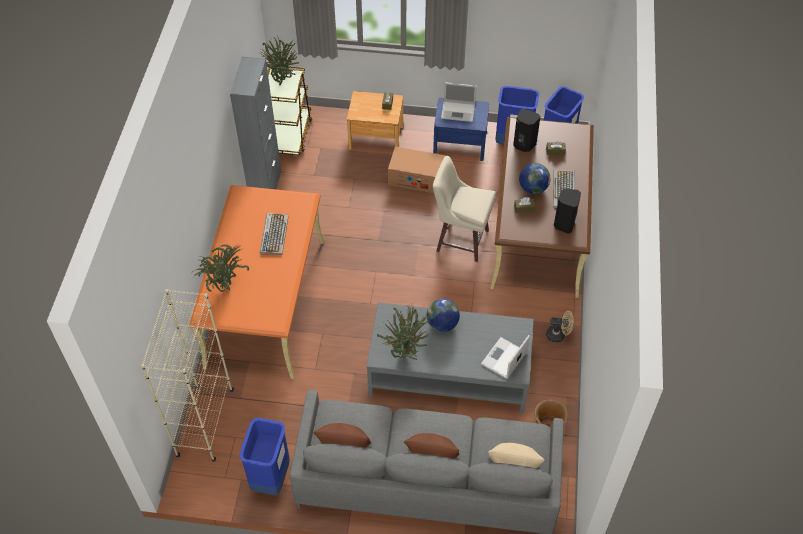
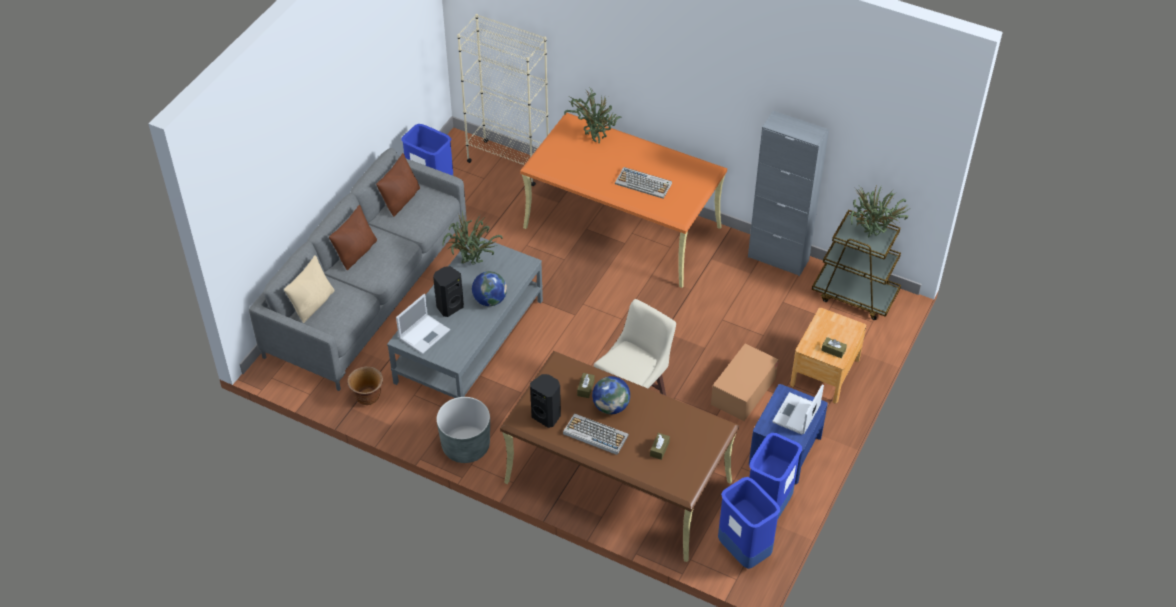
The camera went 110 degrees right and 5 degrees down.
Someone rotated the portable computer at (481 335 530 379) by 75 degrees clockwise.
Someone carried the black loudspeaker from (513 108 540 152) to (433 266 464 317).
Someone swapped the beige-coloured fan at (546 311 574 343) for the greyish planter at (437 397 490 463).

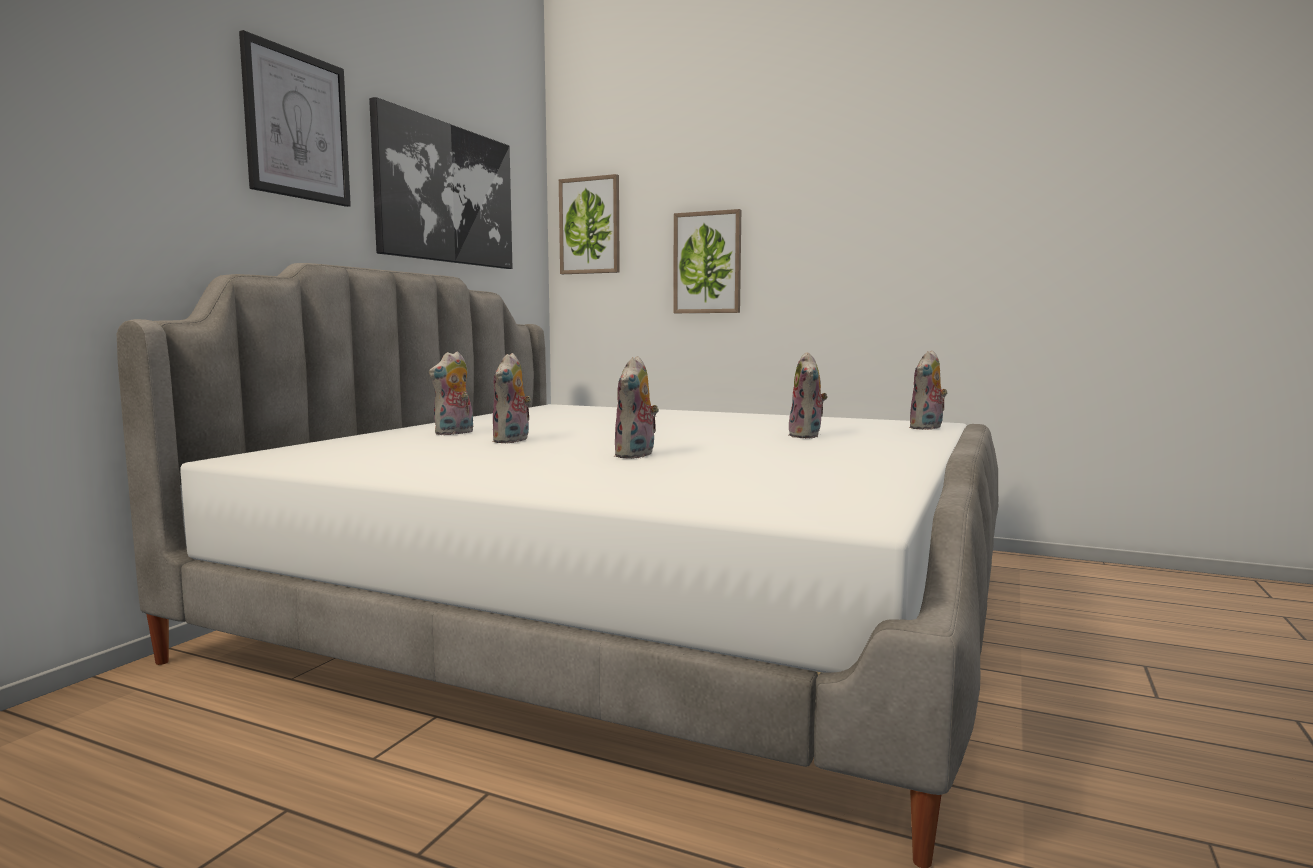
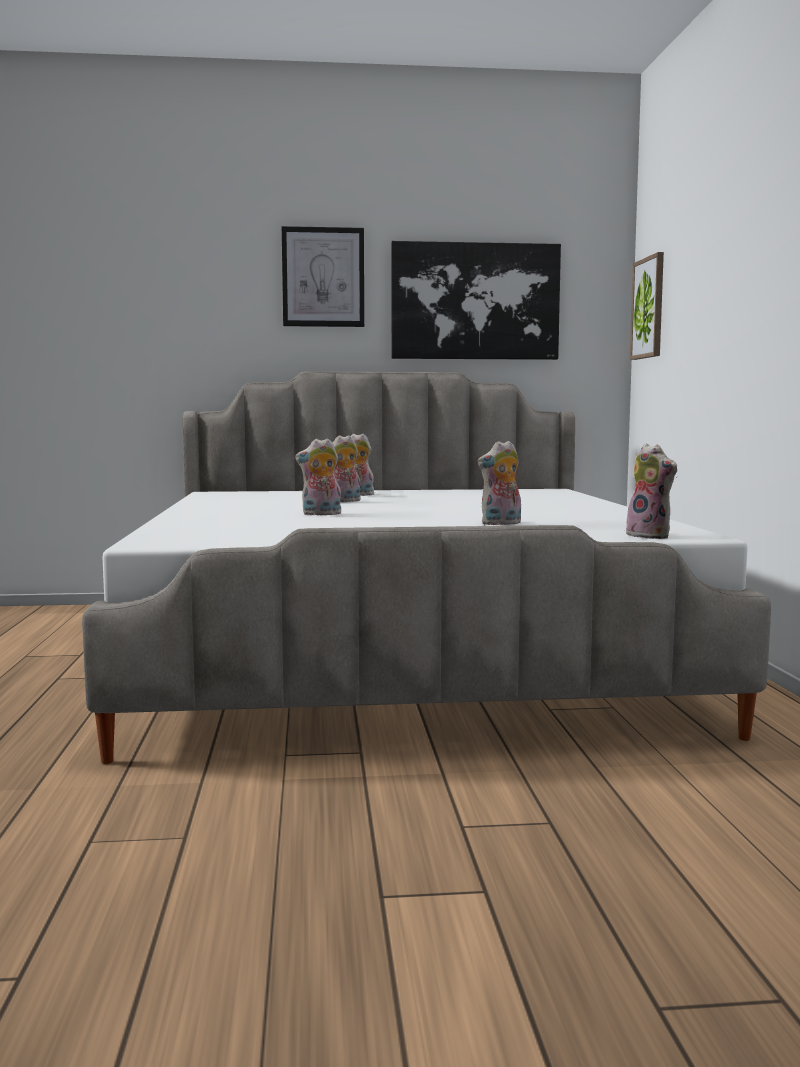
The camera went 60 degrees right and 0 degrees up.
Someone rotated the soft toy at (909 350 948 430) by 135 degrees counterclockwise.
Someone took away the wall art at (673 209 741 313).

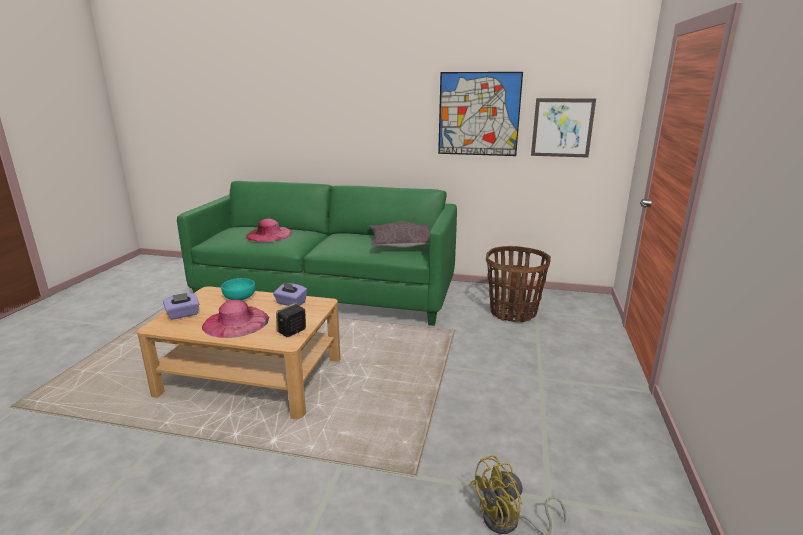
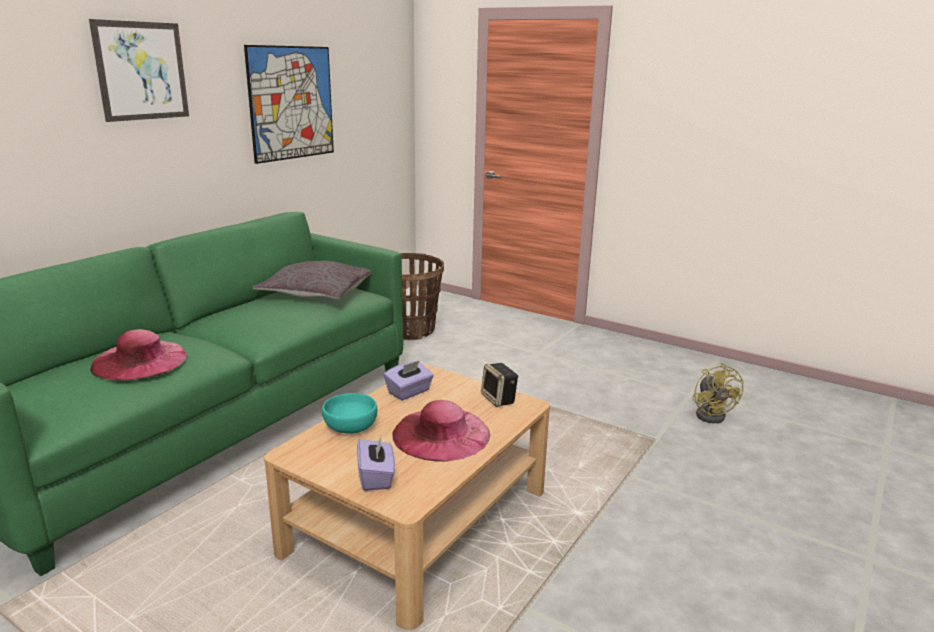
The camera went 70 degrees left and 0 degrees up.
Someone carried the wall art from (531 98 596 158) to (89 19 189 122).

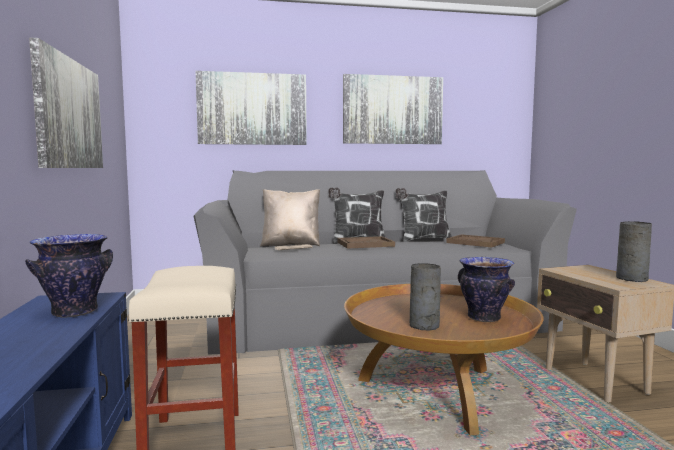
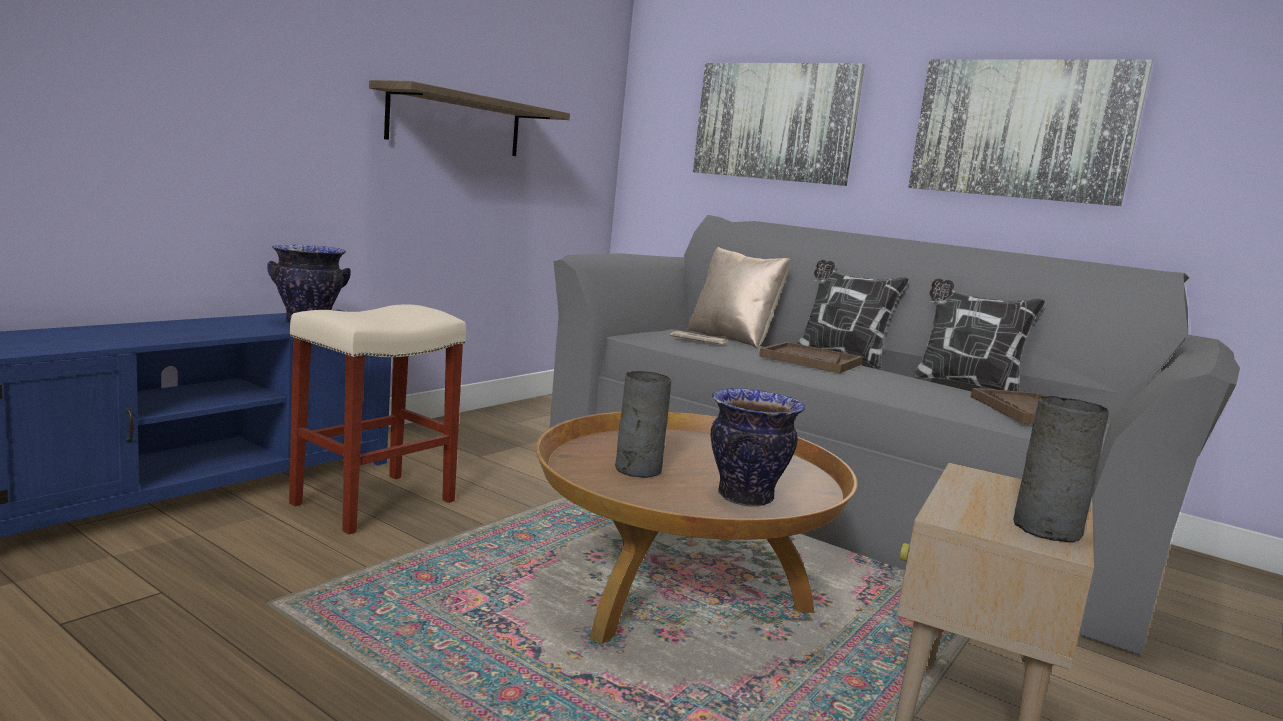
The camera went 45 degrees right and 5 degrees up.
Someone swapped the wall art at (29 37 103 168) for the bracket shelf at (369 80 570 156).

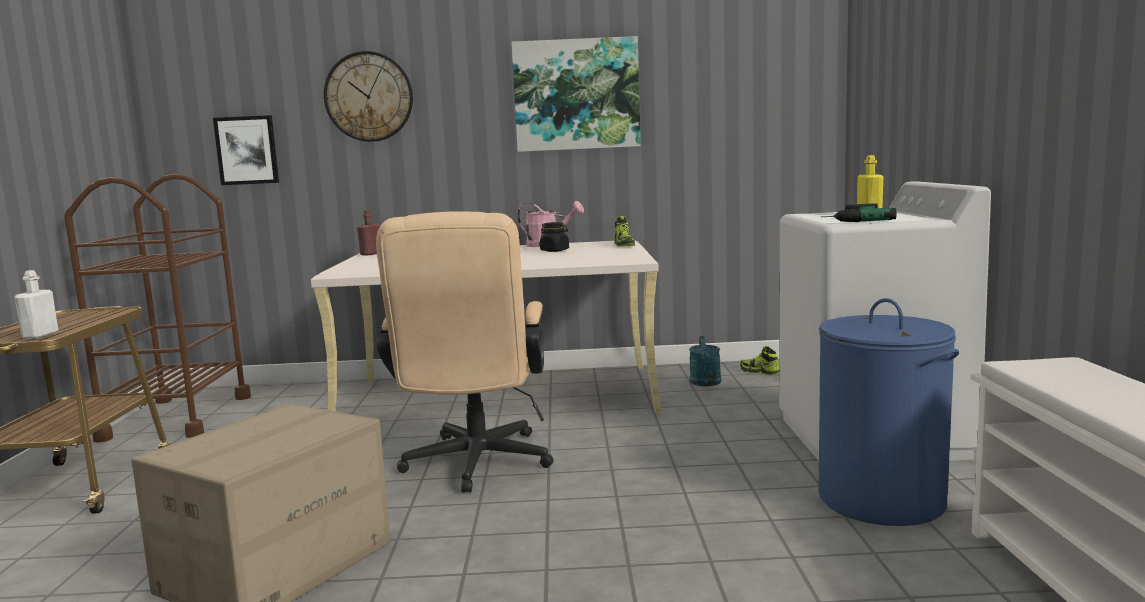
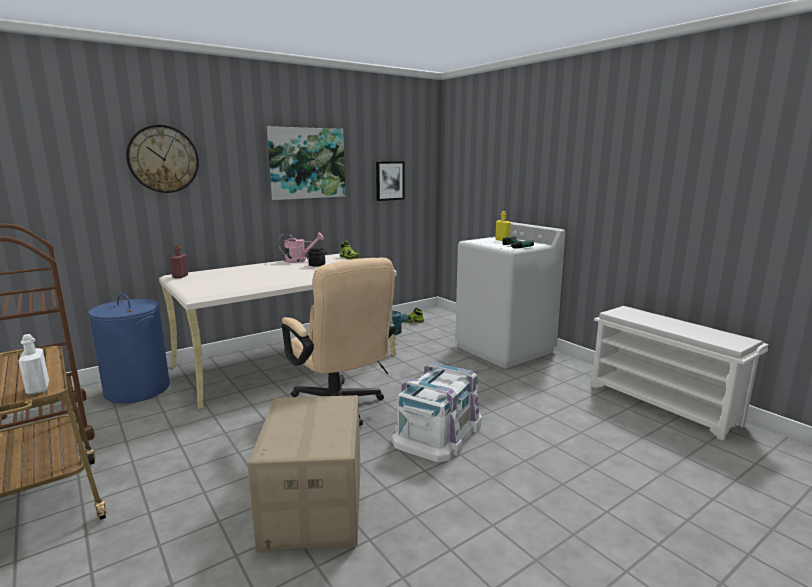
The camera went 35 degrees left and 5 degrees up.
Someone carried the blue laundry basket from (818 298 959 526) to (88 293 170 403).
Someone carried the wall art from (213 115 279 185) to (376 161 405 201).
Someone put down the whitish storage container at (392 362 482 462).

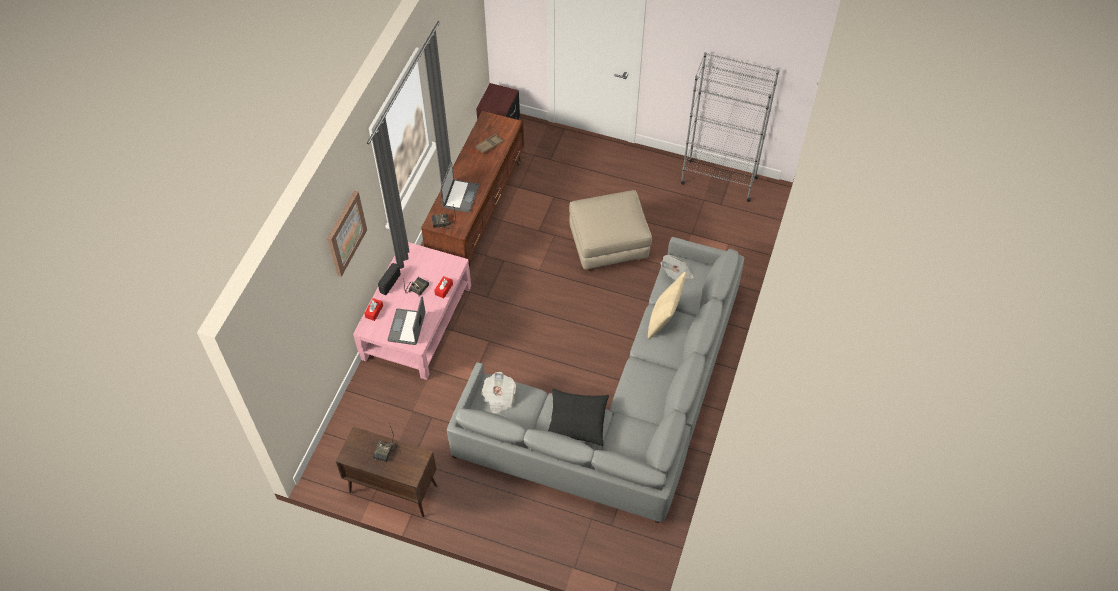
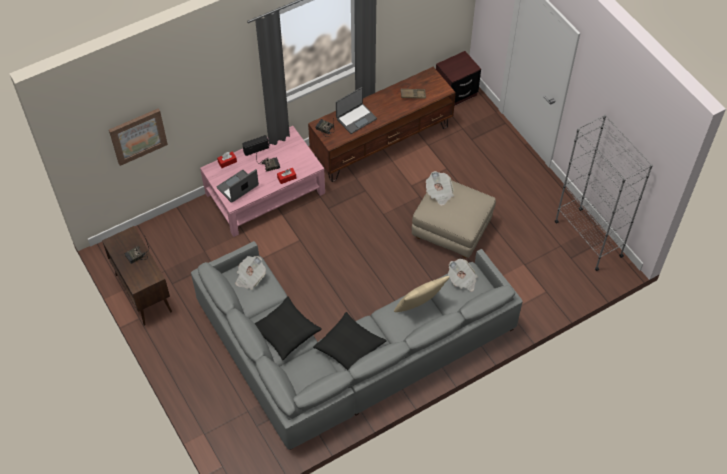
The camera went 40 degrees right and 0 degrees up.
Someone carried the wall art from (327 191 367 277) to (109 108 168 166).
Someone put down the black pillow at (313 312 387 370).
Someone put down the newspaper at (426 171 454 206).

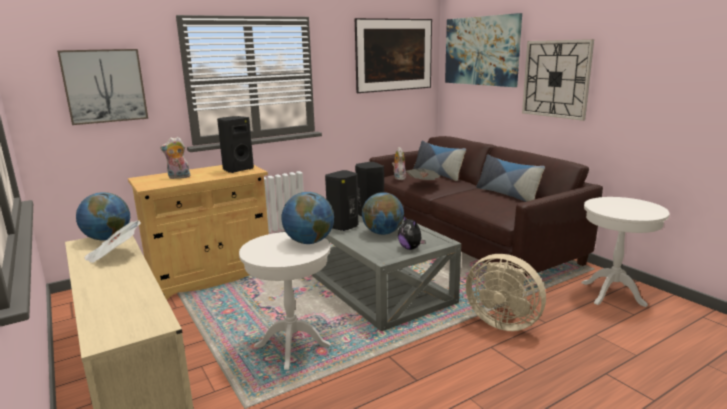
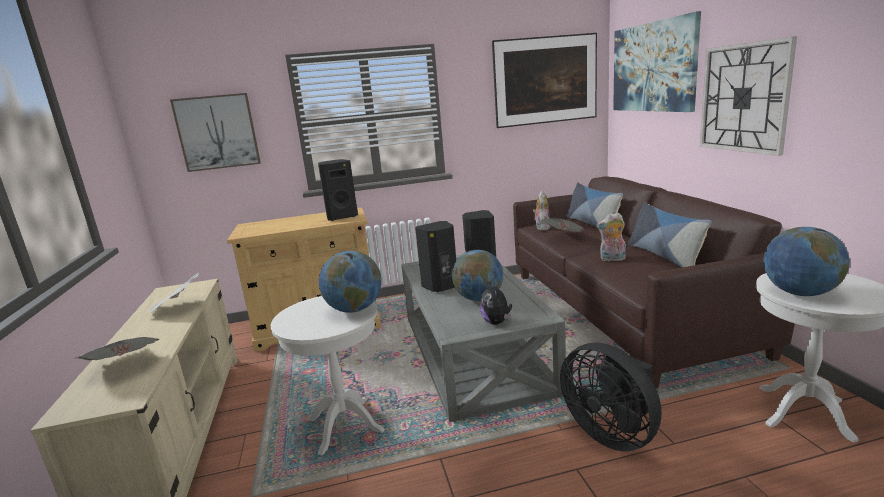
The camera went 20 degrees right and 0 degrees up.
Someone put down the newspaper at (76 337 159 360).
Someone repainted the beige-coloured fan at (466 254 546 331), which became the black fan at (560 342 662 452).
Someone carried the soft toy from (160 137 190 179) to (596 213 626 261).
Someone carried the desk globe from (76 192 130 241) to (764 227 850 296).

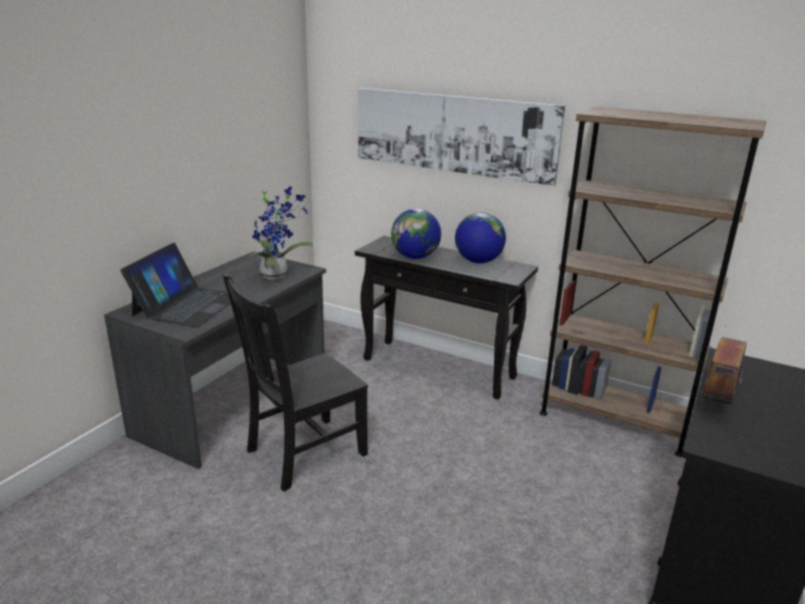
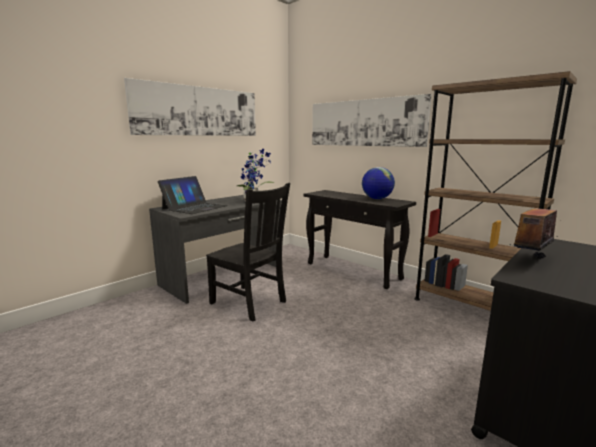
The camera went 15 degrees right and 10 degrees down.
Someone put up the wall art at (124 78 256 136).
Someone rotated the black chair at (222 274 368 492) by 120 degrees counterclockwise.
Someone took away the desk globe at (391 209 441 259).

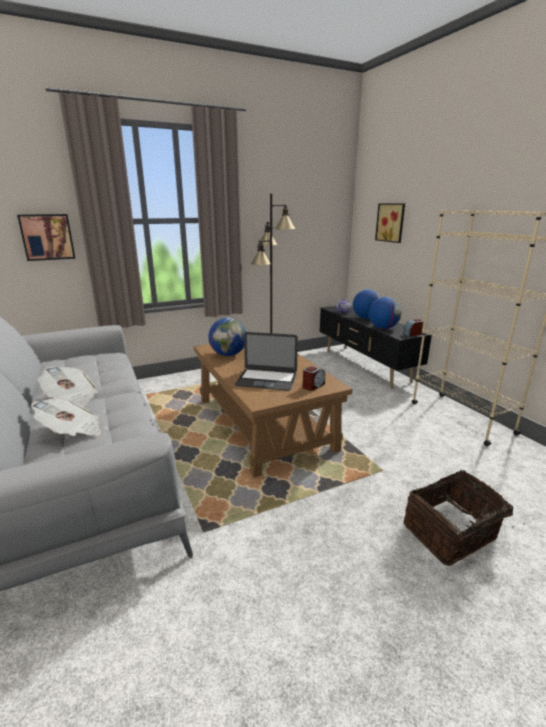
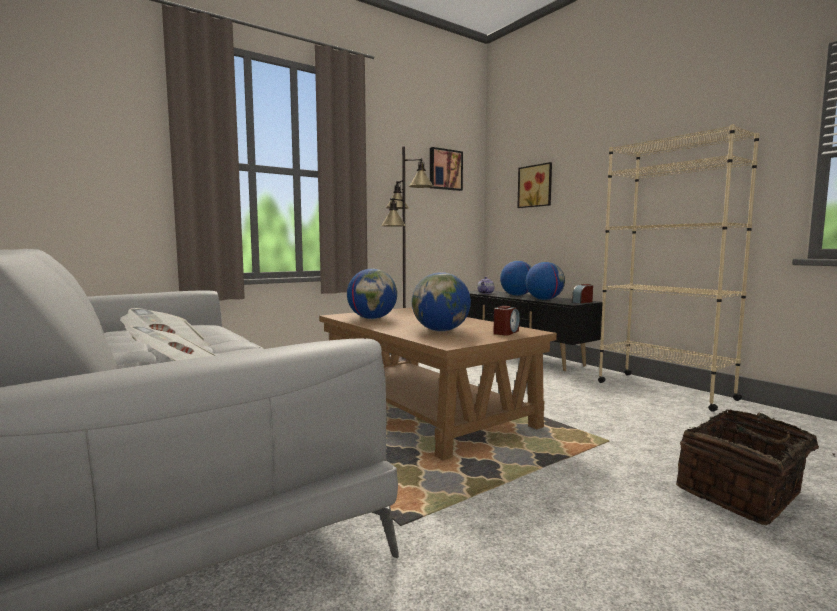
The camera went 10 degrees left and 15 degrees down.
Someone swapped the portable computer at (235 332 298 390) for the desk globe at (412 272 471 332).
Someone carried the wall art from (17 214 75 261) to (430 147 463 191).

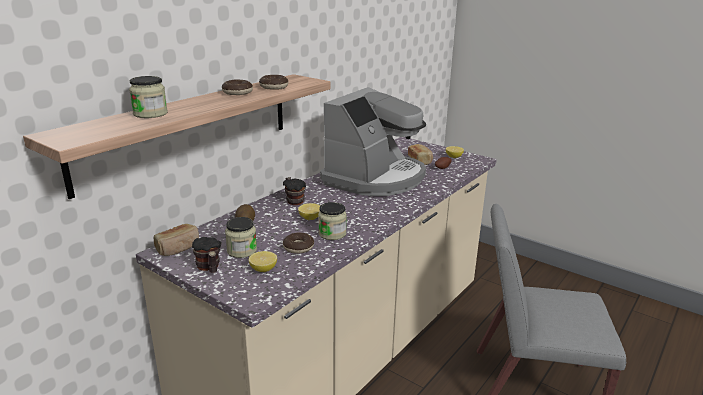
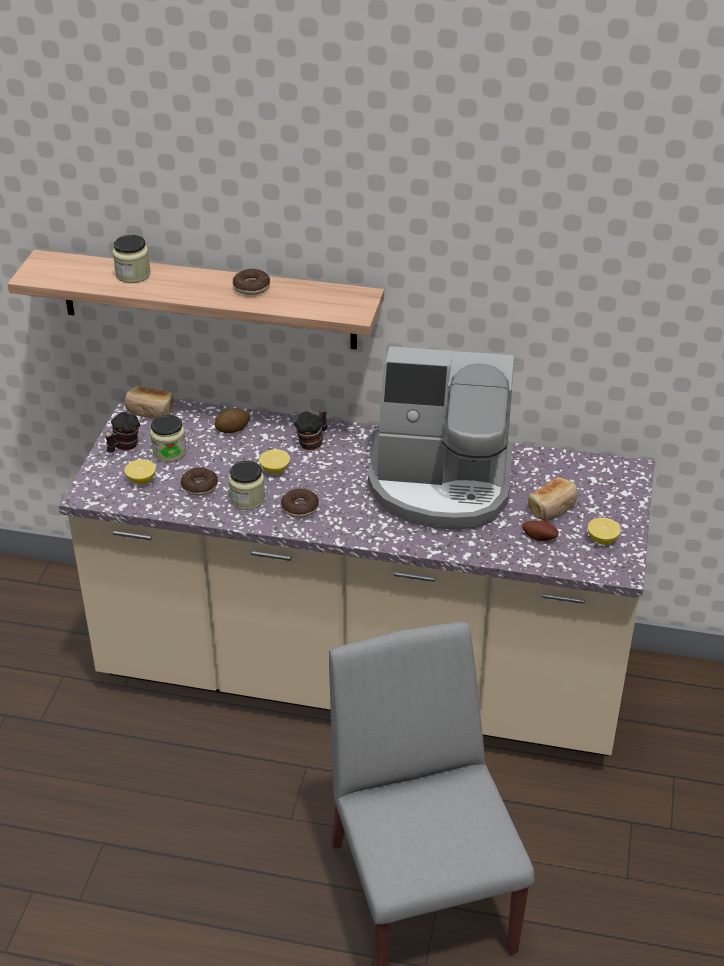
The camera went 65 degrees right and 15 degrees up.
Someone carried the doughnut from (259 75 288 90) to (281 488 319 518).

